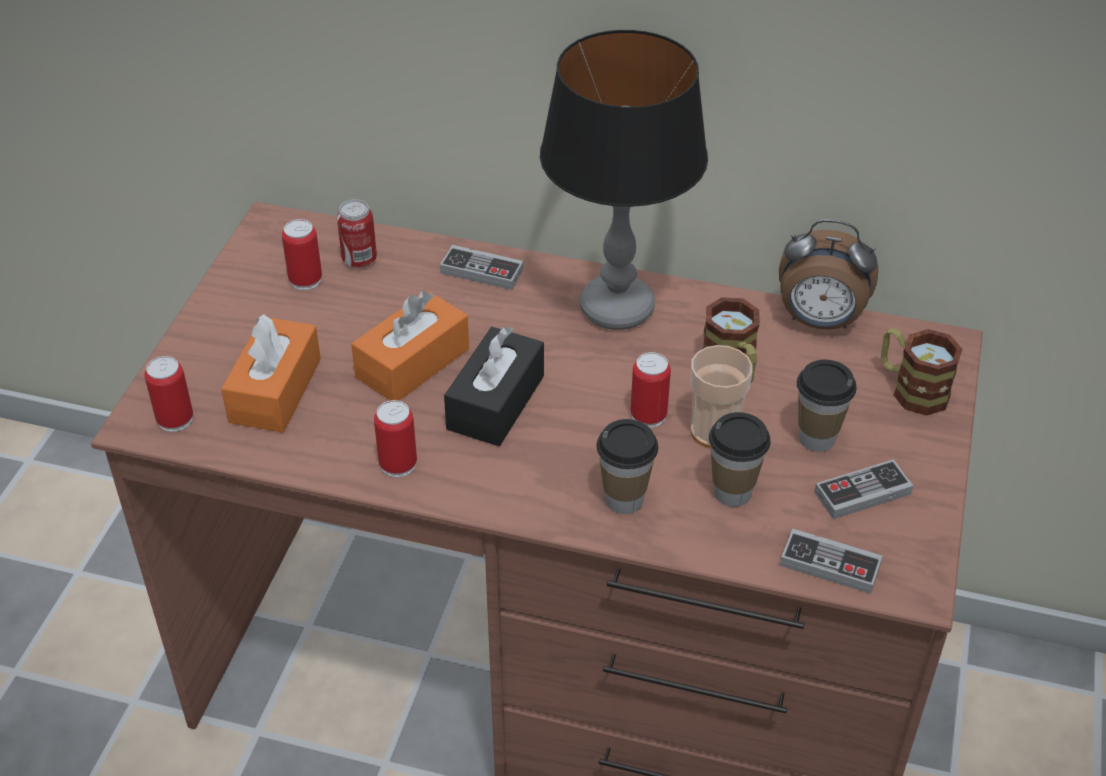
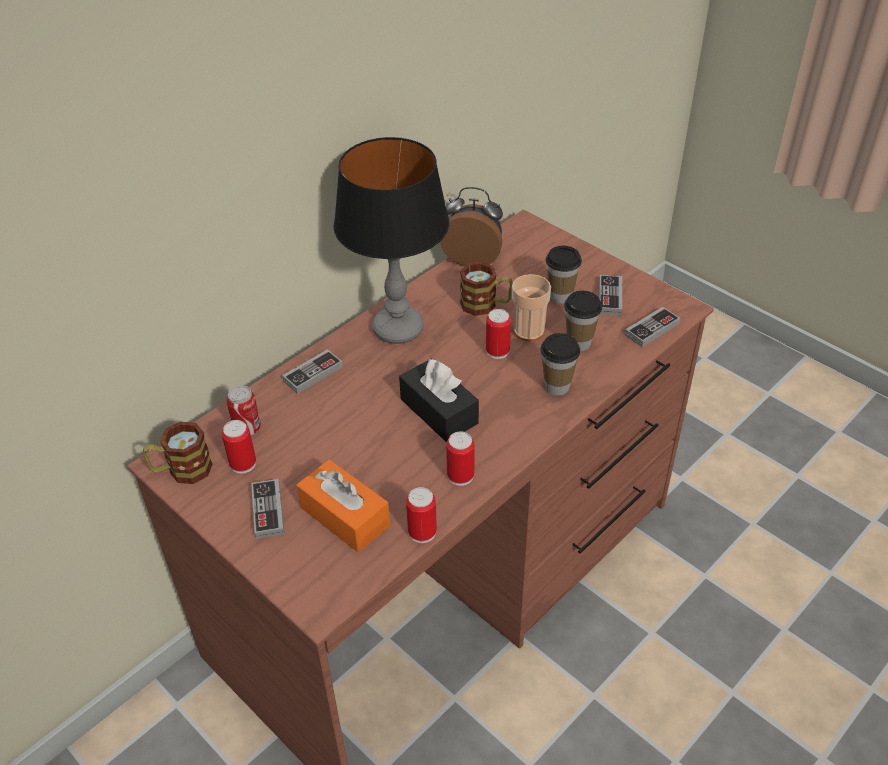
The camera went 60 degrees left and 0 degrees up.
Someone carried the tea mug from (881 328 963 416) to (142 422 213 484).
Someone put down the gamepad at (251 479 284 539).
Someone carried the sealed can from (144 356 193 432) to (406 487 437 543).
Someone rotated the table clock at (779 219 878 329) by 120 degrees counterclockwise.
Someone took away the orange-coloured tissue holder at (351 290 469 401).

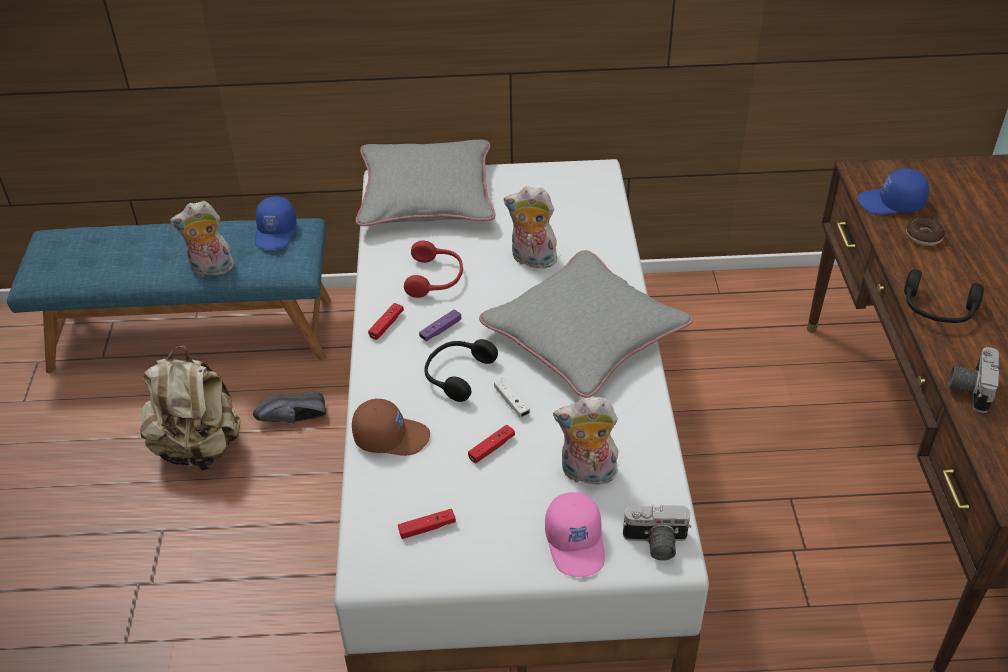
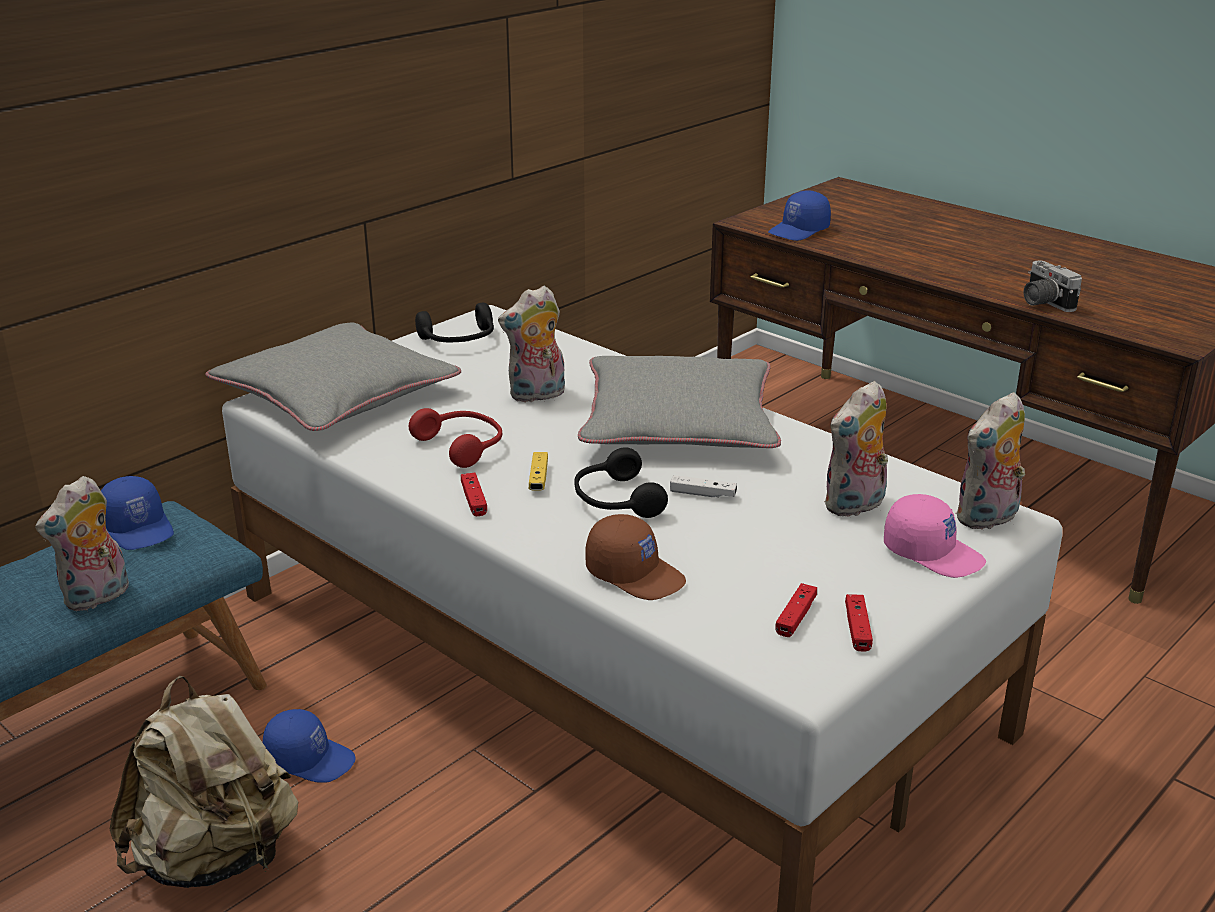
The camera went 45 degrees left and 15 degrees down.
Someone swapped the black item of footwear at (253 392 326 424) for the blue baseball cap at (263 709 356 783).
Someone carried the black headset from (904 269 984 323) to (415 303 494 342).
Someone repainted the purplish gamepad at (419 309 461 341), which became the yellowish gamepad at (529 452 548 491).
Someone rotated the brown-coloured baseball cap at (352 398 430 456) by 75 degrees clockwise.
Someone carried the reddish gamepad from (468 425 515 464) to (845 594 873 652).
Someone swapped the photo camera at (622 505 691 561) for the soft toy at (955 392 1025 530).
Someone took away the doughnut at (906 217 945 246).

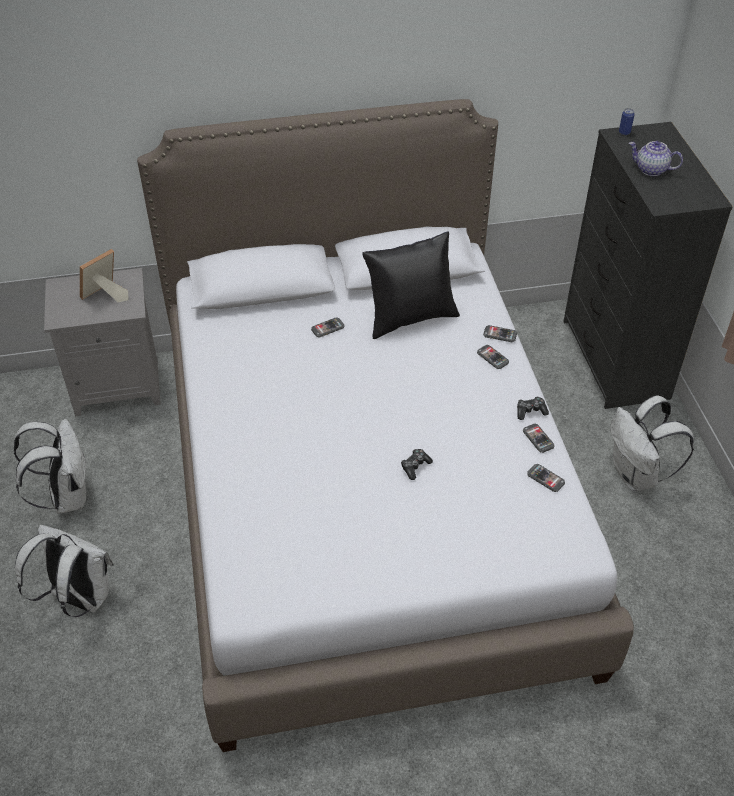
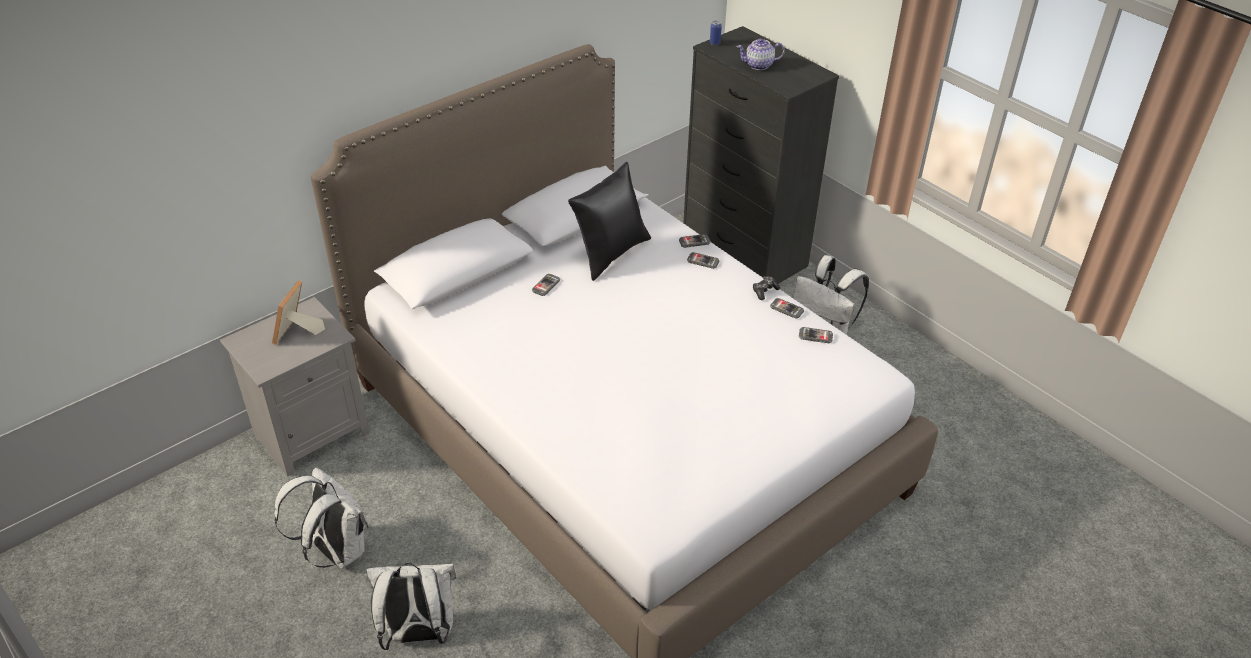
The camera went 30 degrees left and 5 degrees down.
Someone took away the gamepad at (401 449 433 480).

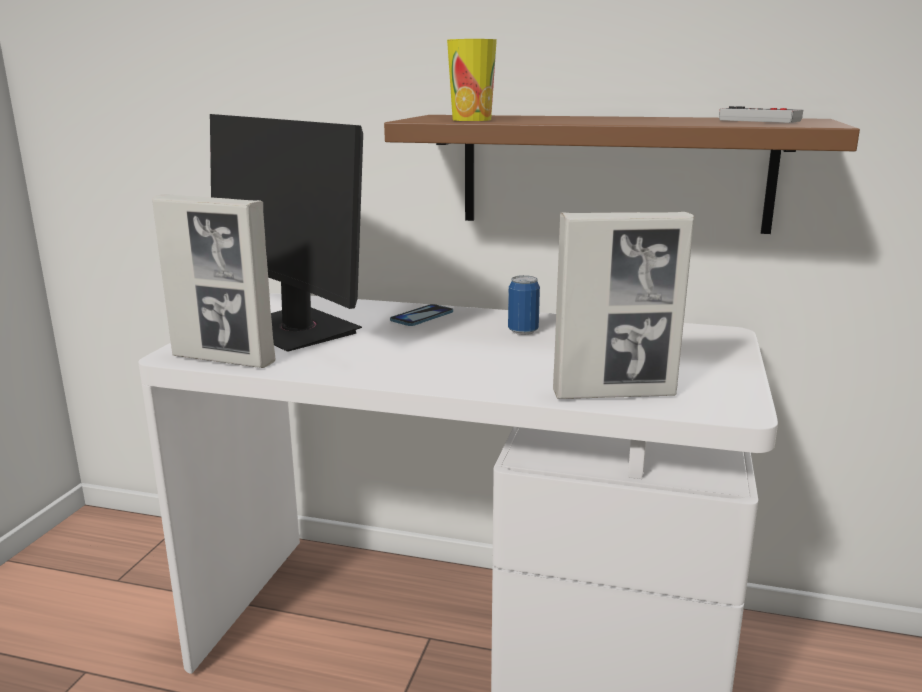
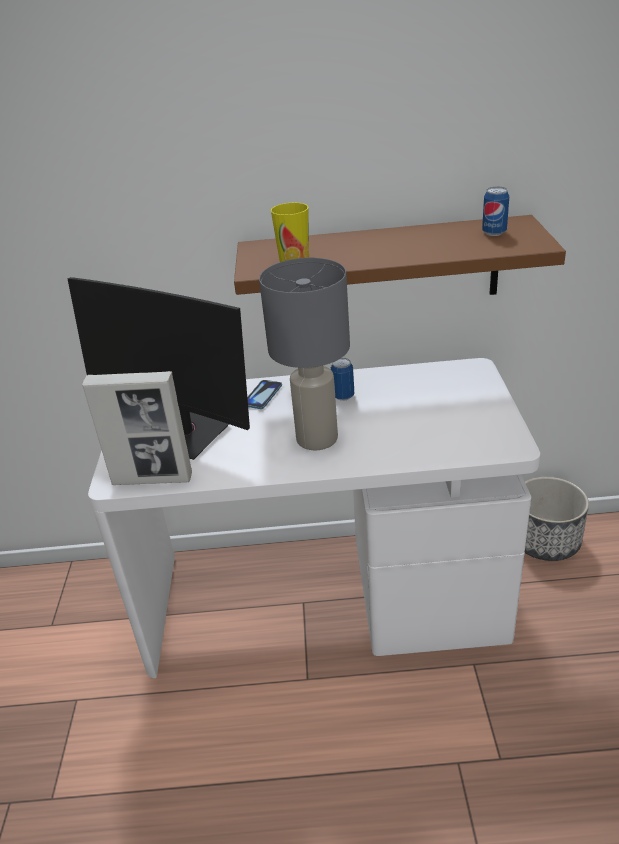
The camera went 15 degrees left and 15 degrees up.
Someone put down the greyish tabletop lamp at (259 258 350 450).
Someone swapped the gamepad at (719 106 803 123) for the sealed can at (482 187 509 236).
Someone put down the planter at (525 477 589 561).
Someone took away the picture frame at (553 212 694 399).

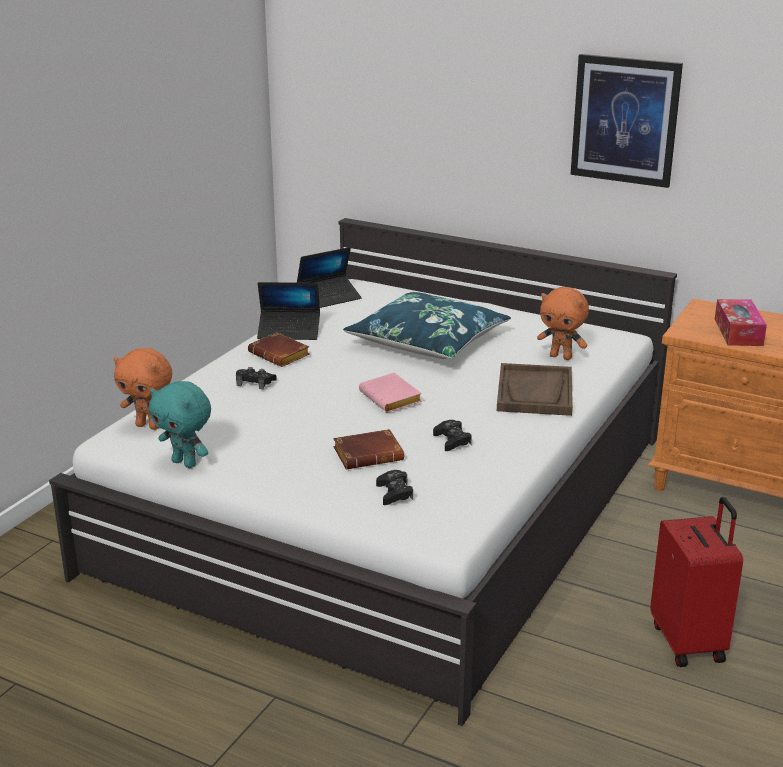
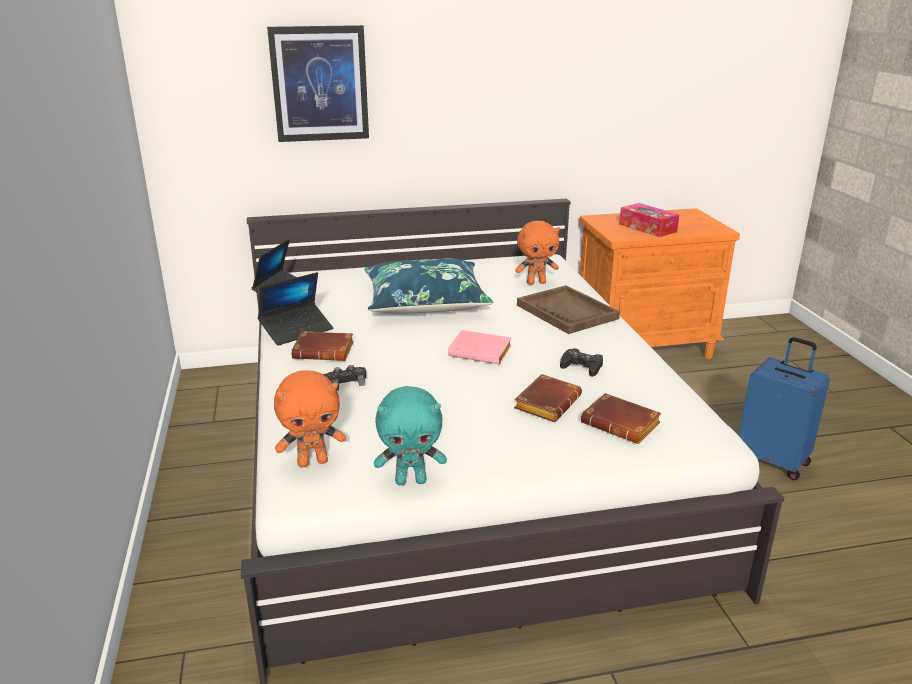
The camera went 40 degrees left and 0 degrees up.
Someone carried the wall art from (570 54 683 188) to (267 25 369 142).
Someone swapped the black gamepad at (376 470 413 505) for the brown-coloured bound book at (581 393 661 444).
Someone repainted the reddish suitcase at (650 497 743 667), which became the blue suitcase at (739 337 830 480).

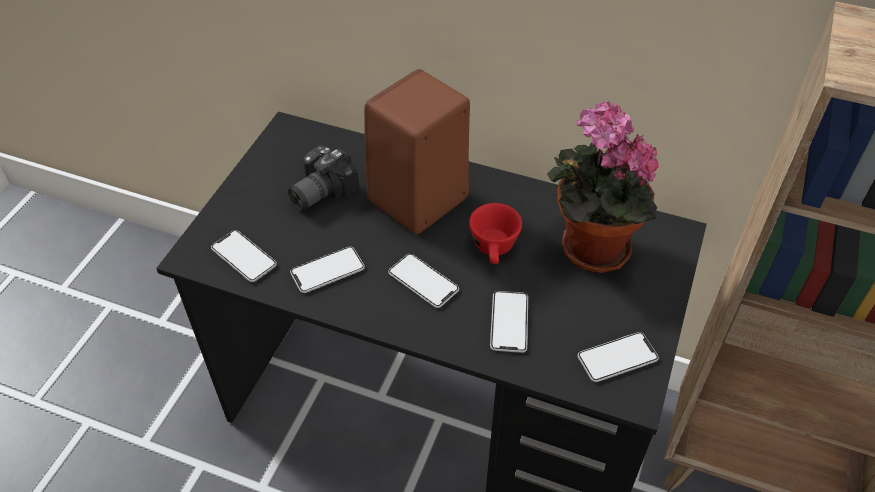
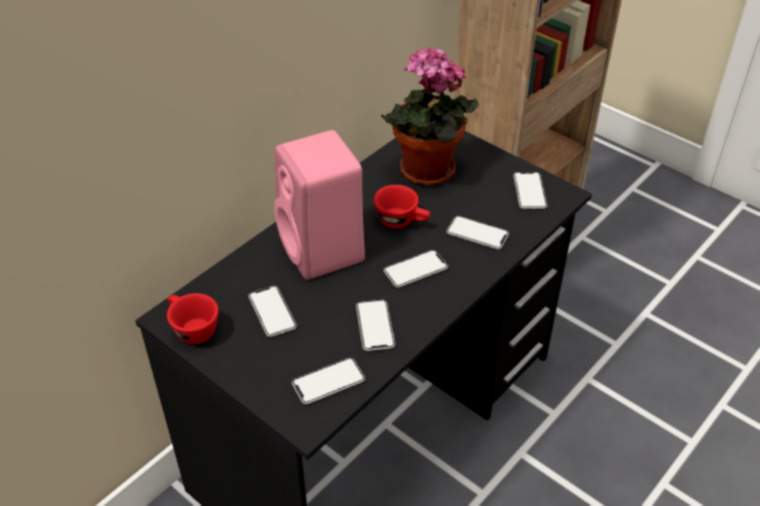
The camera went 70 degrees left and 5 degrees down.
Someone put down the reddish cup at (167 293 219 344).
Someone swapped the photo camera at (288 145 359 210) for the telephone at (248 286 297 337).
Someone repainted the brown-coloured loudspeaker at (364 69 470 234), which became the pink-coloured loudspeaker at (274 130 365 280).

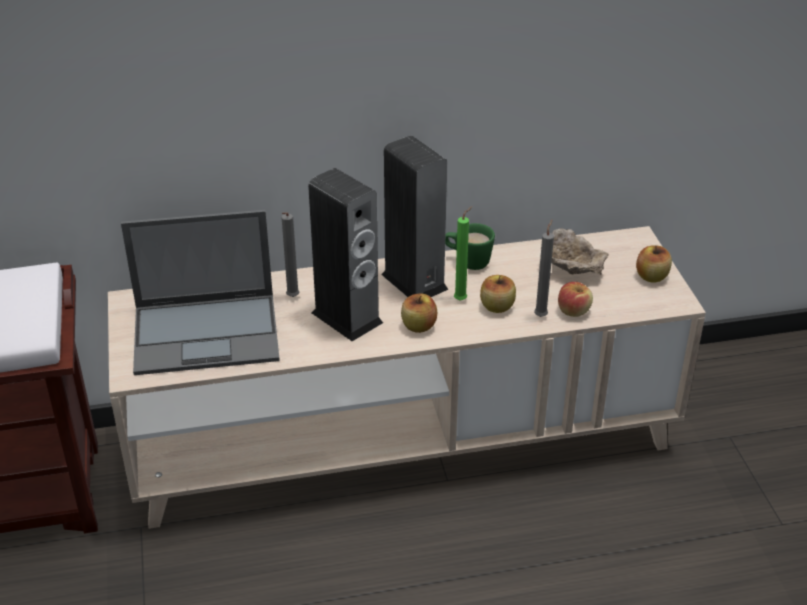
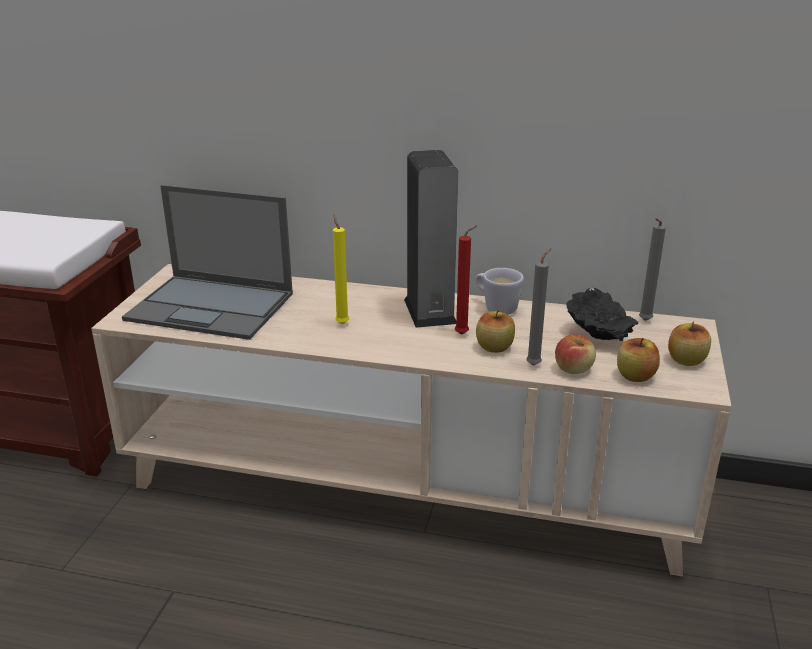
The camera went 25 degrees right and 10 degrees down.
Someone swapped the loudspeaker at (308 168 383 341) for the yellowish wax light at (333 214 349 324).
Someone repainted the green-coloured wax light at (454 206 473 301), which became the reddish wax light at (455 225 478 335).
Someone repainted the green-coloured tea mug at (445 223 495 270), which became the whitish tea mug at (476 268 524 315).
Someone repainted the beige-coloured bowl at (551 228 609 275), which became the black bowl at (566 288 638 341).
Someone carried the apple from (401 294 437 333) to (617 338 660 382).
Someone carried the greyish wax light from (282 212 299 297) to (639 218 666 321).

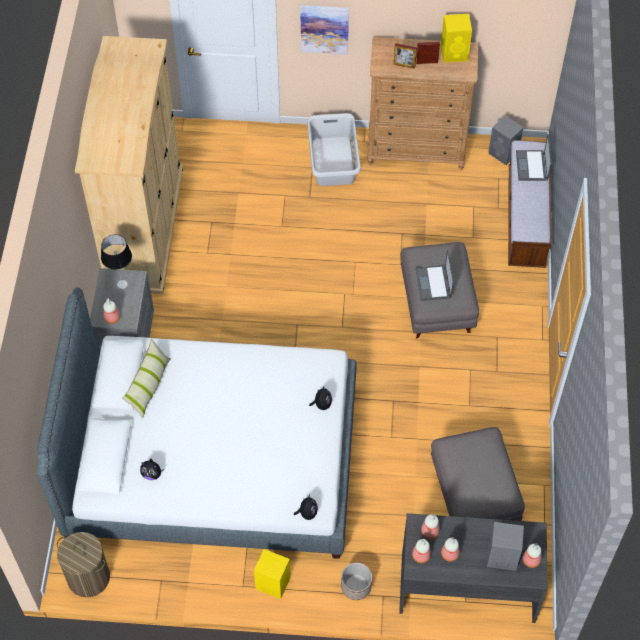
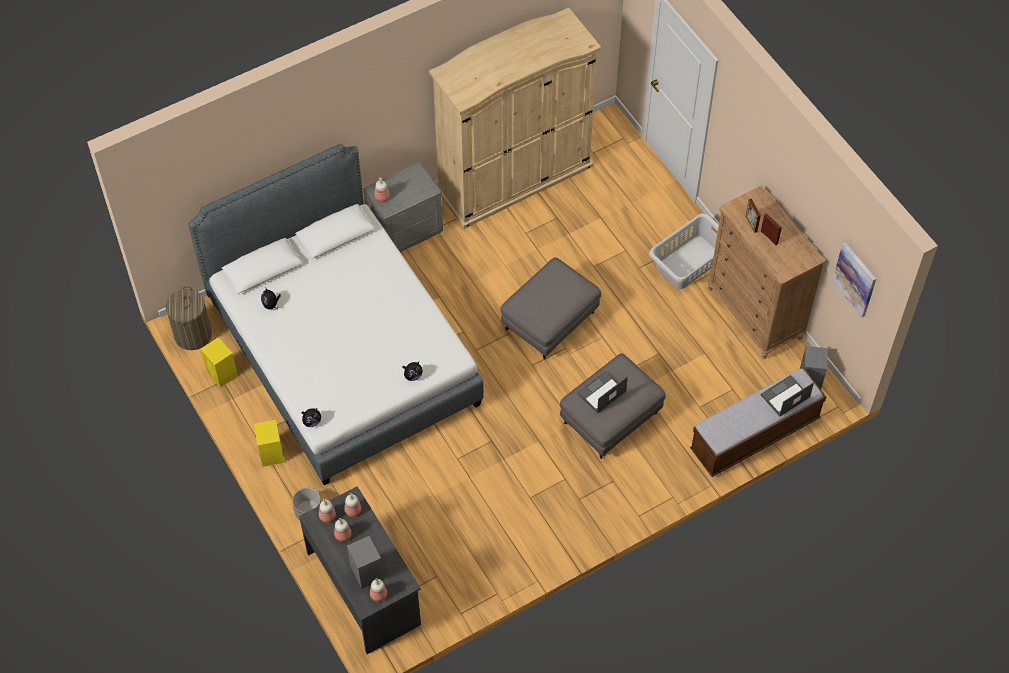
The camera went 55 degrees right and 0 degrees up.
Someone carried the yellowish loudspeaker from (441 14 472 63) to (201 337 238 388).
Someone carried the greyish pouffe from (431 427 525 521) to (501 257 601 360).
Someone carried the wall art from (300 5 349 55) to (832 242 876 318).
Someone took away the tabletop lamp at (101 235 132 289).
Someone took away the pillow at (122 339 171 419).

